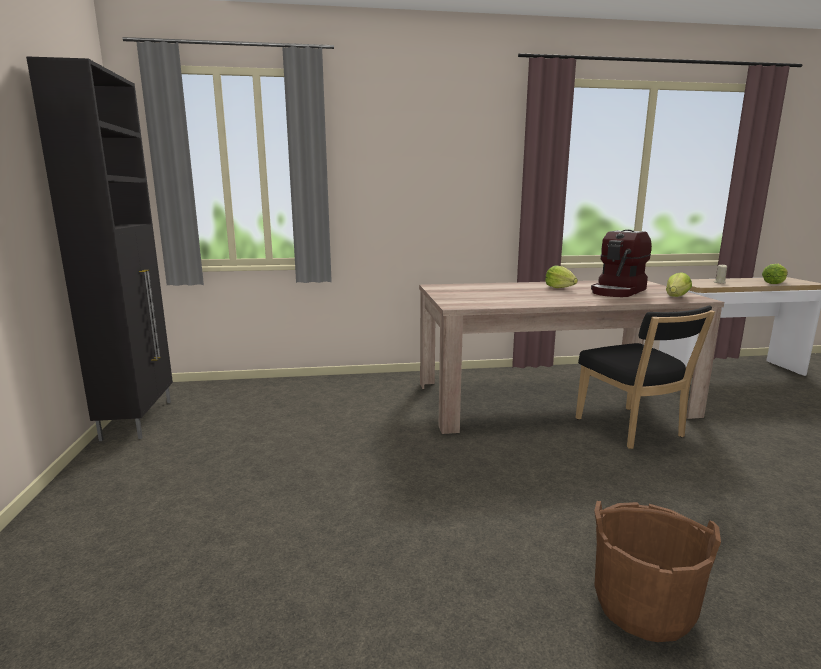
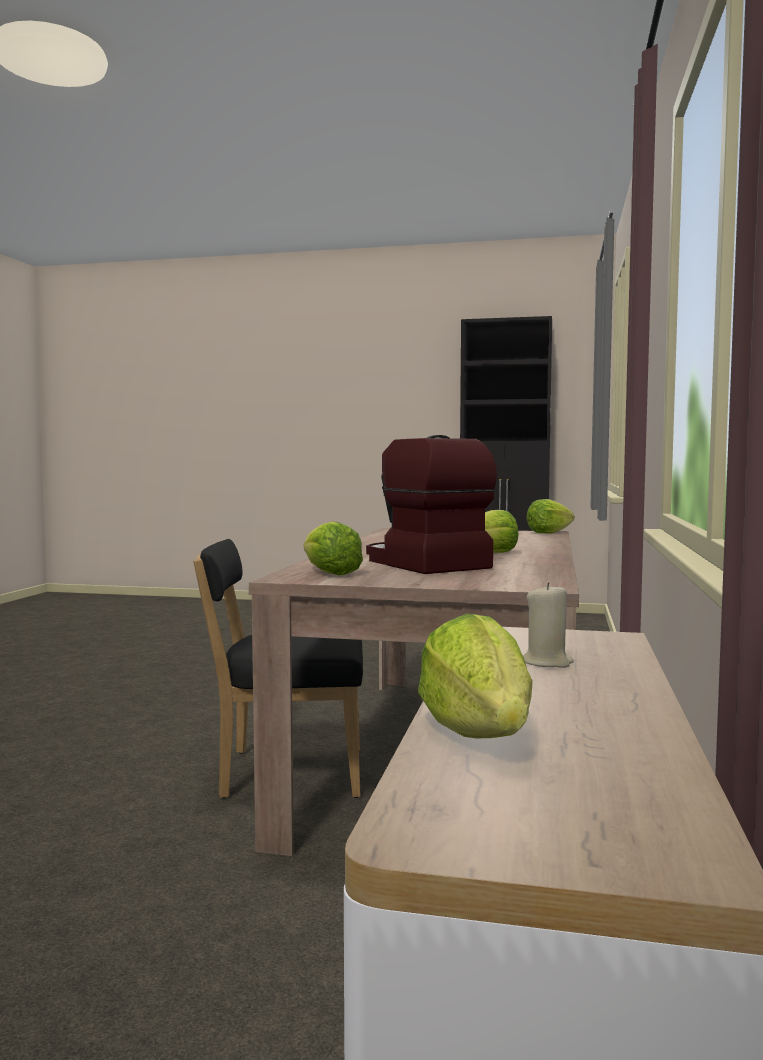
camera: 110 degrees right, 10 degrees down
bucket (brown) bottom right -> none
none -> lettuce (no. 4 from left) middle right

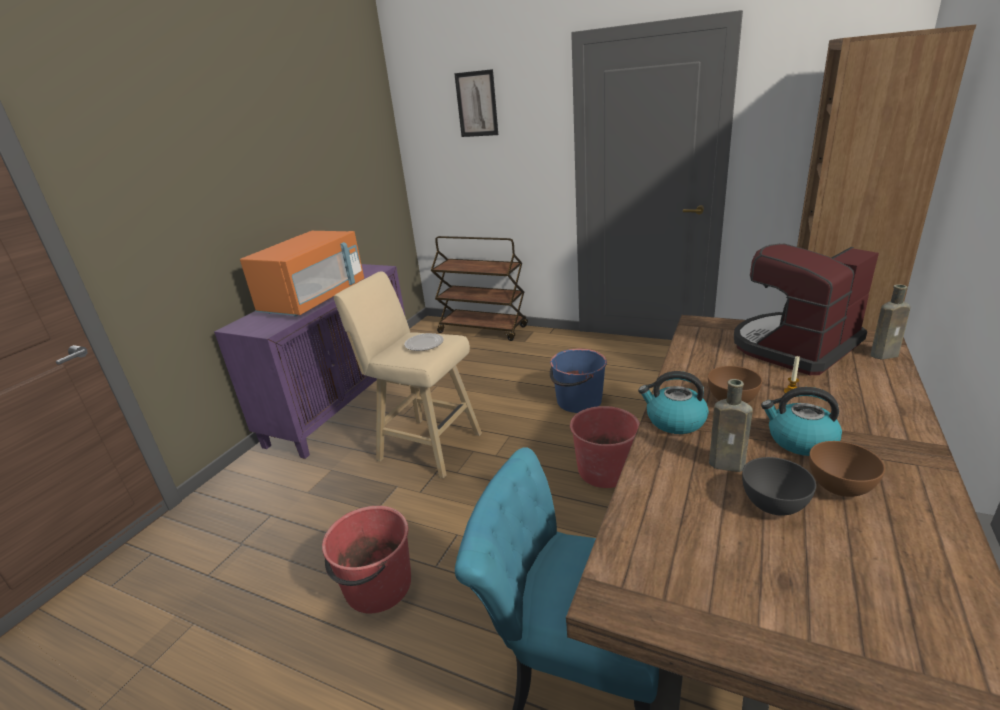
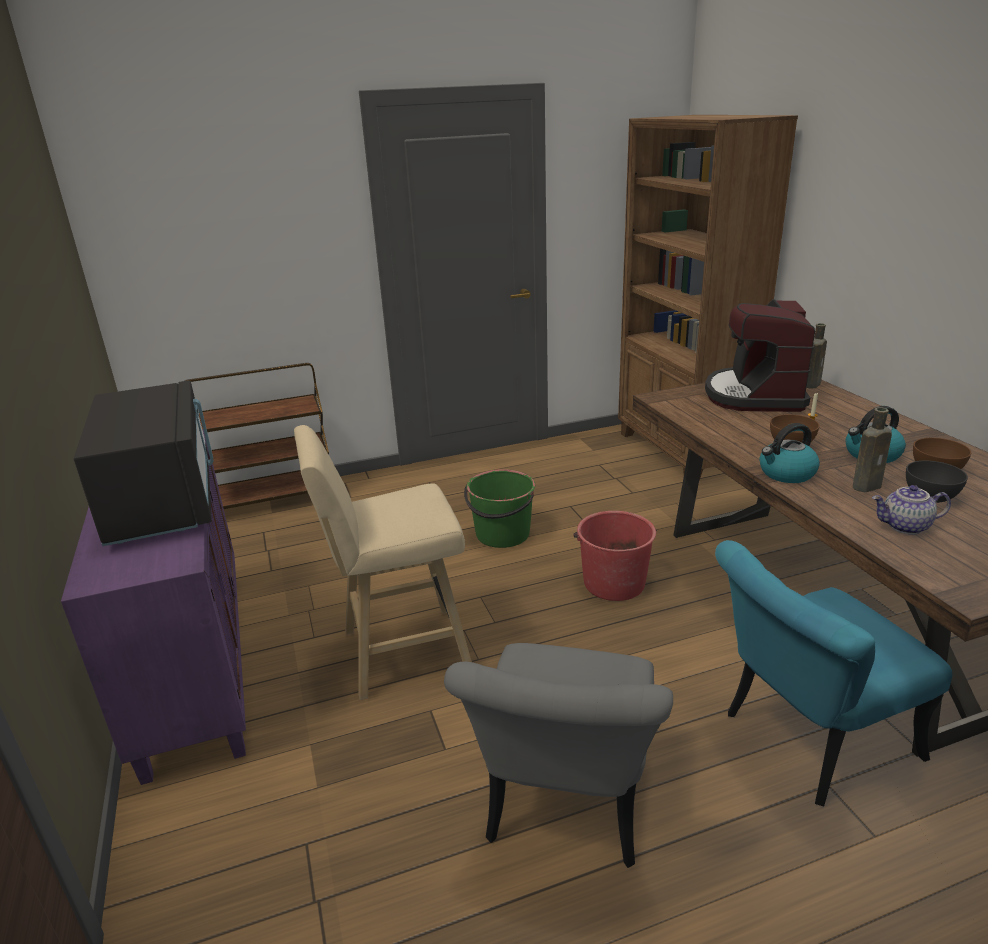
camera: 45 degrees left, 0 degrees up
plate centre -> none
picture top centre -> none
none -> teapot middle right
bucket (red) (no. 1 from left) bottom centre -> chair (grey) bottom centre
microwave (orange) middle left -> microwave (black) middle left
bucket (blue) centre -> bucket (green) centre

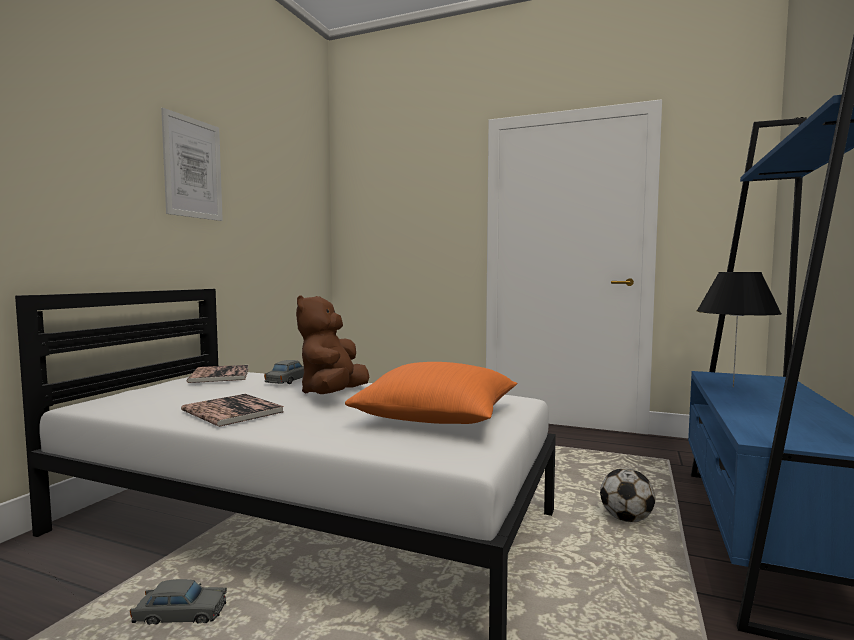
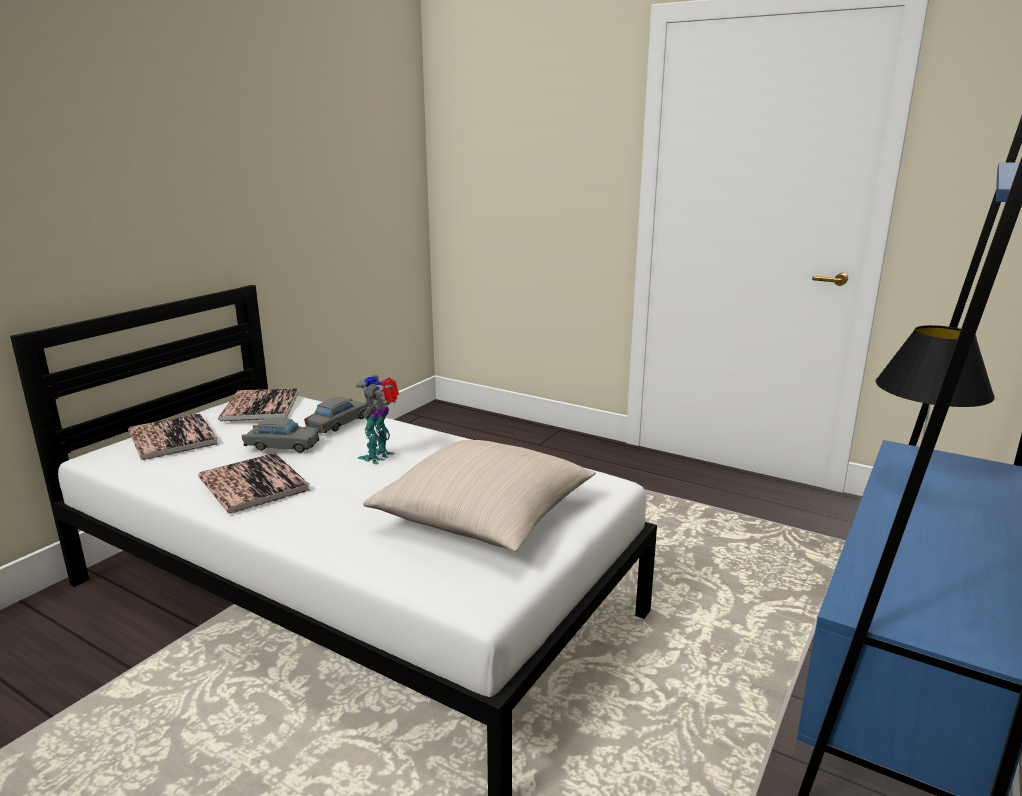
camera: 10 degrees right, 15 degrees up
picture top left -> none
football bottom right -> none
none -> book (no. 1 from left) middle left
toy car (grey) (no. 1 from left) bottom left -> toy car (grey) (no. 1 from left) middle left, shifted
plush toy (brown) centre -> toy robot centre
pillow (orange) centre -> pillow (beige) centre

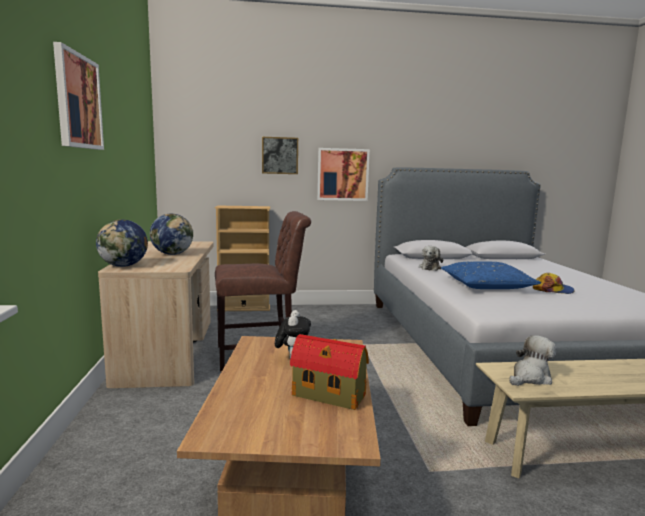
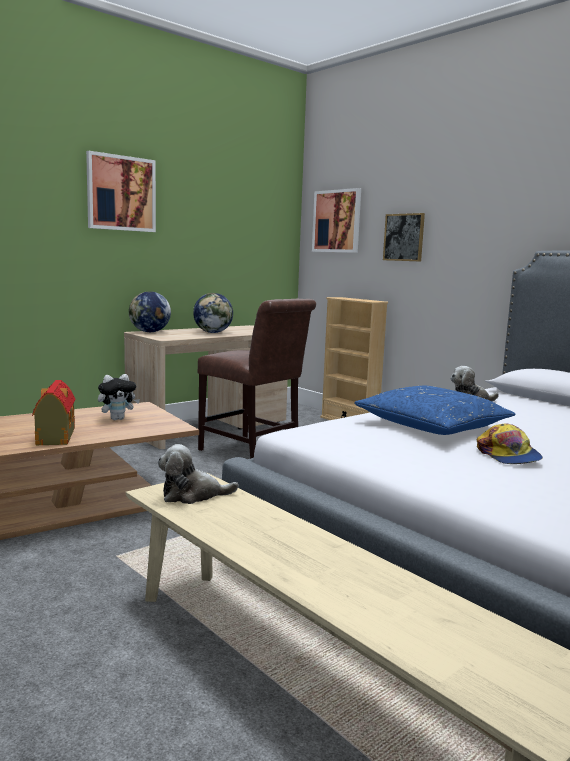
camera: 55 degrees right, 0 degrees up
picture (no. 3 from left in the first image) centre -> picture (no. 2 from left) top centre, shifted
plush toy (no. 3 from left in the first image) bottom right -> plush toy (no. 2 from left) centre, 150 degrees clockwise

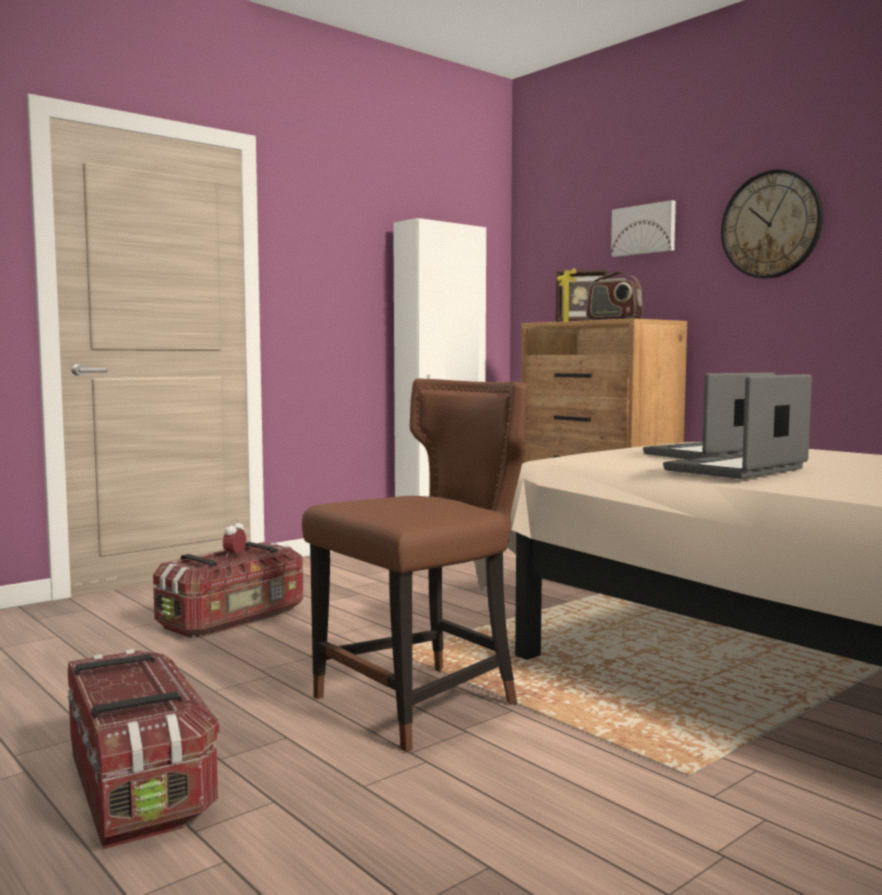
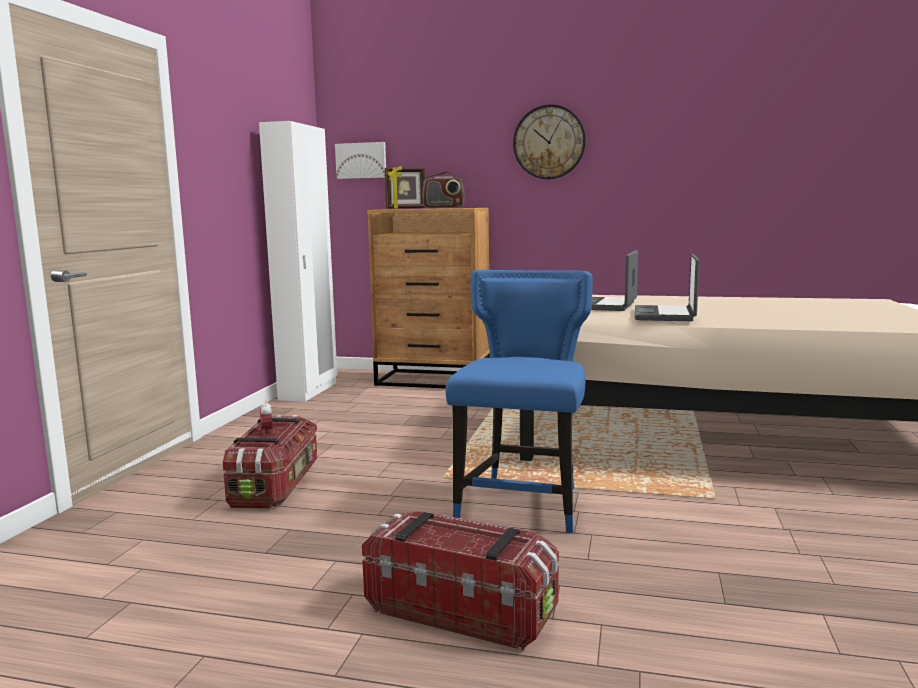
camera: 35 degrees left, 5 degrees up
picture top right -> picture top centre, shifted
chair (brown) centre -> chair (blue) centre

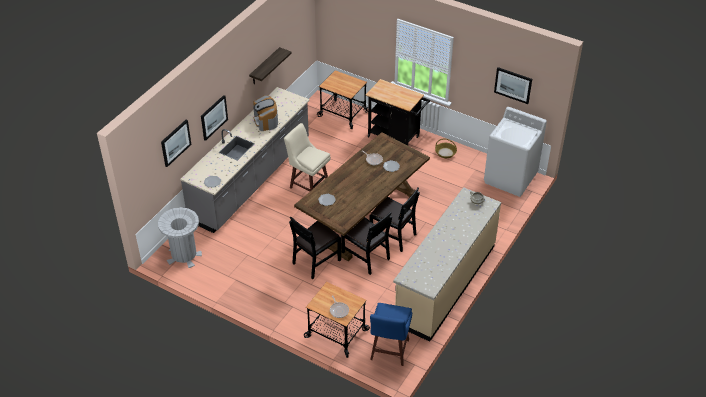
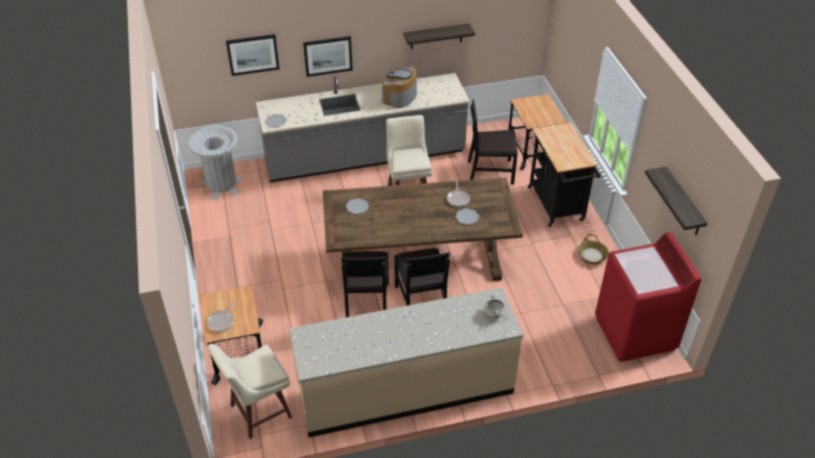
camera: 45 degrees right, 0 degrees up
chair (black) (no. 1 from left in the first image) centre -> chair (black) (no. 3 from left) top centre, shifted
picture (no. 3 from left) top right -> shelf (no. 2 from left) middle right
stool (blue) bottom centre -> stool (beige) (no. 1 from left) bottom left
washing machine (white) middle right -> washing machine (red) middle right

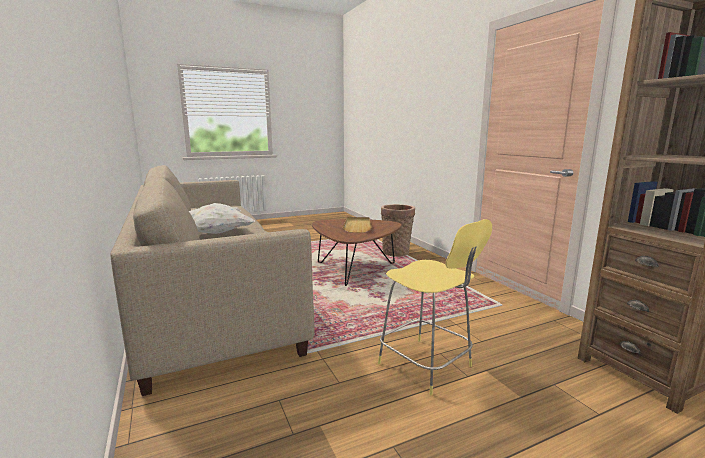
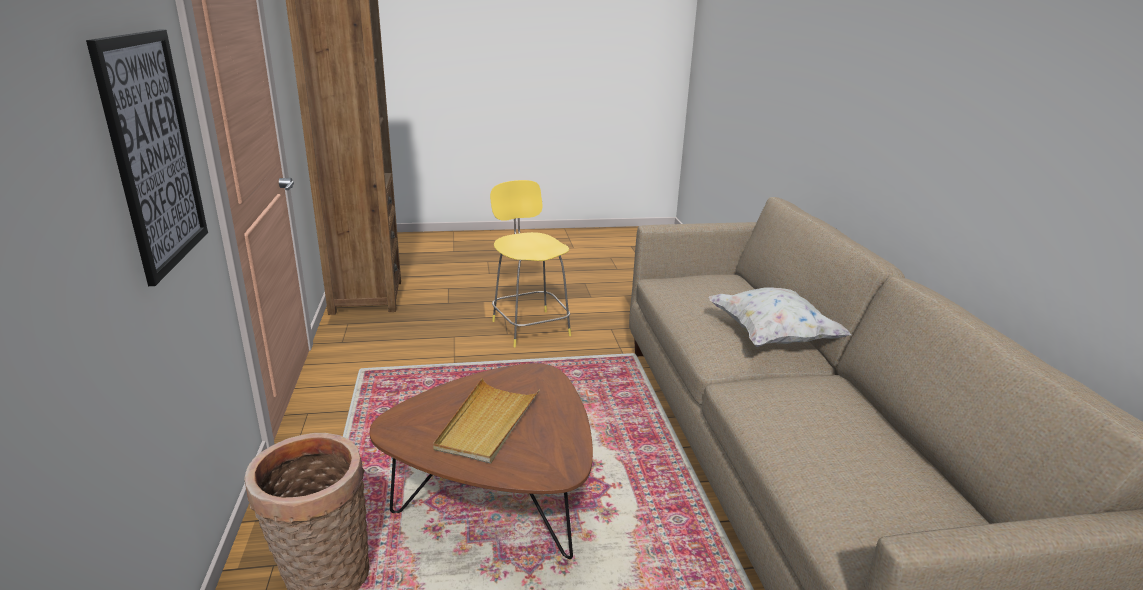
camera: 165 degrees left, 10 degrees up
none -> picture top left

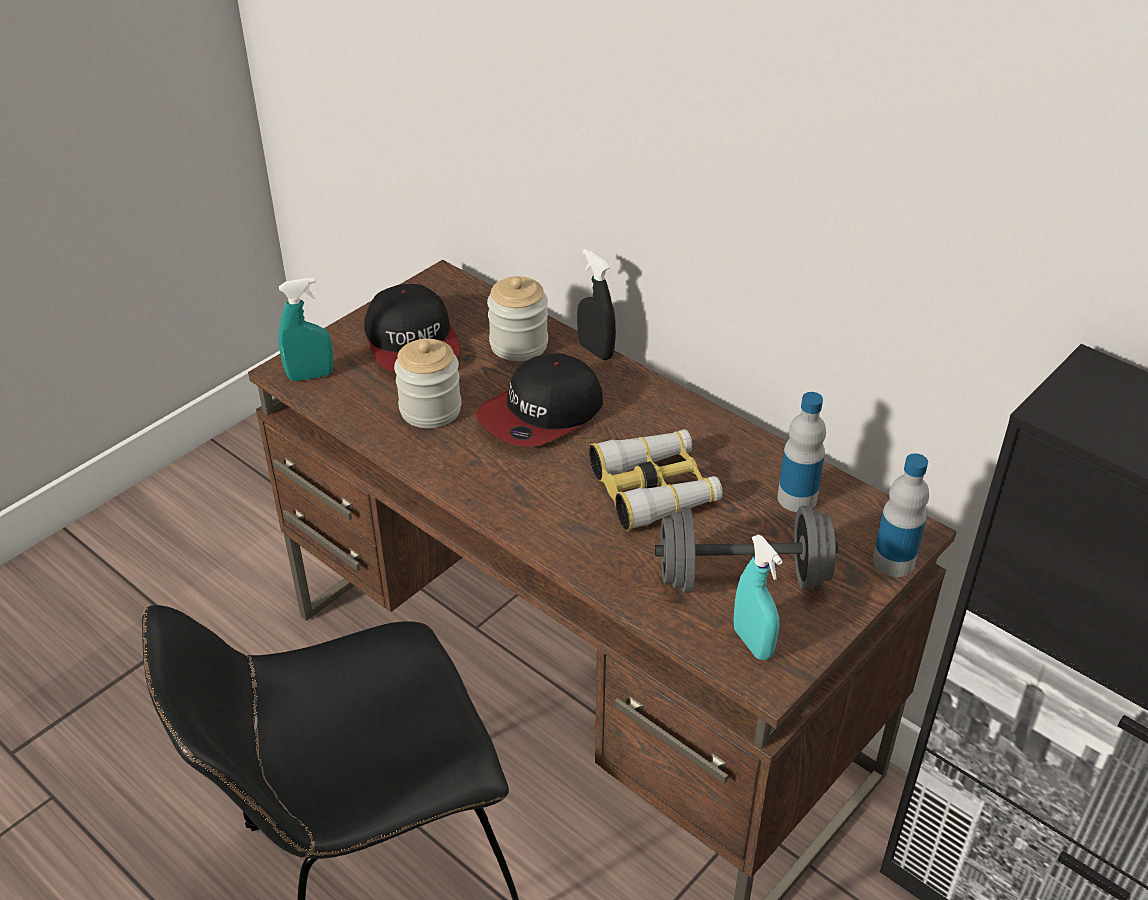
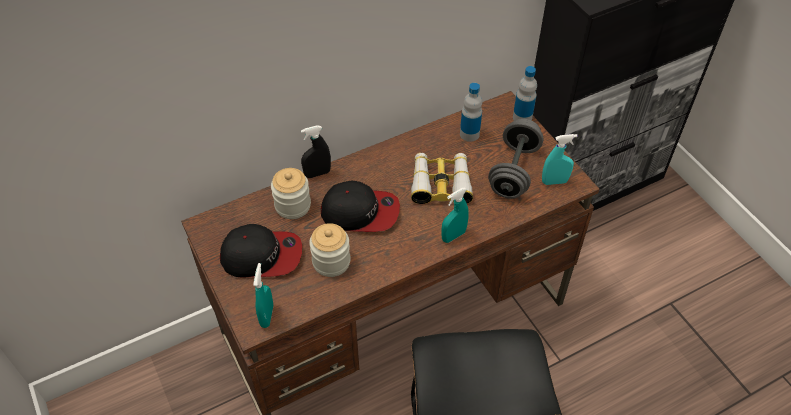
camera: 70 degrees left, 10 degrees up
none -> spray bottle (turquoise) (no. 2 from left) centre
cap (no. 2 from left) centre, 60 degrees counterclockwise

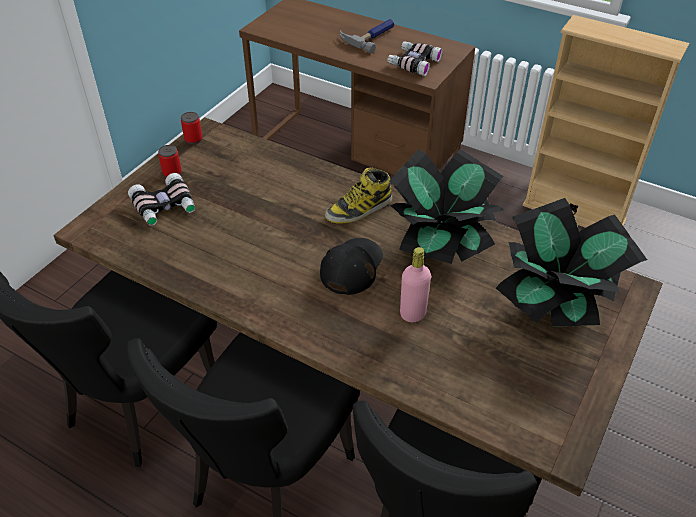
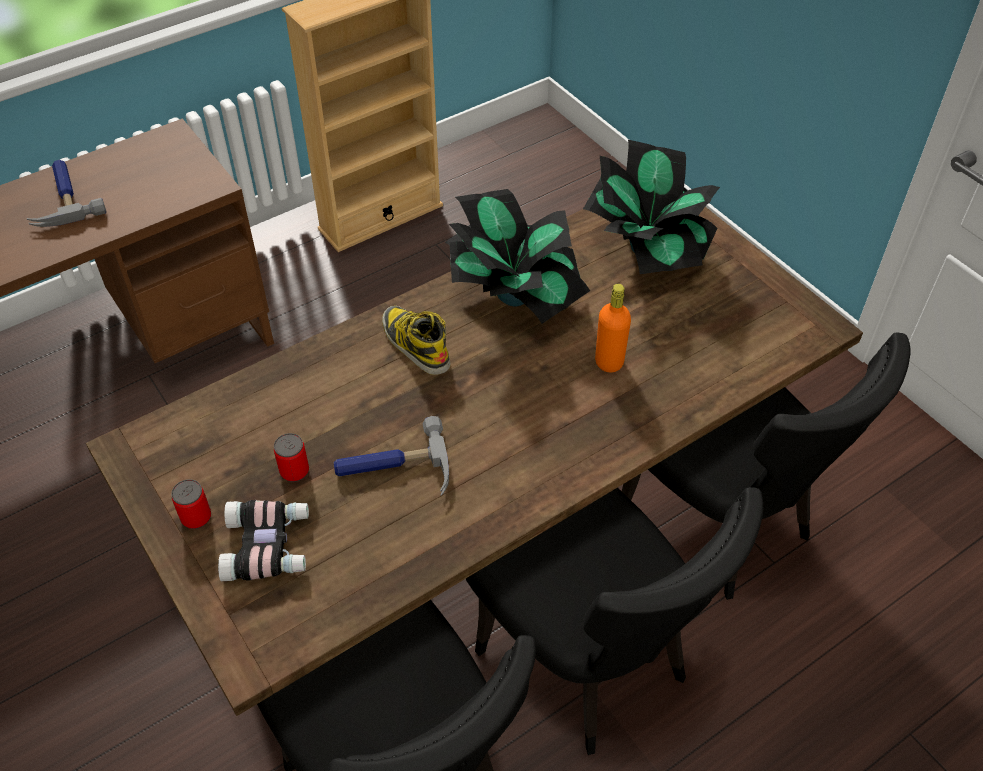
camera: 65 degrees left, 5 degrees up
cap (black) centre -> none
binoculars (no. 2 from left) top centre -> none
none -> hammer (no. 2 from left) centre
can (no. 2 from left) top left -> can (no. 2 from left) middle left, shifted
bottle (pink) centre -> bottle (orange) centre
boot centre, 150 degrees clockwise

